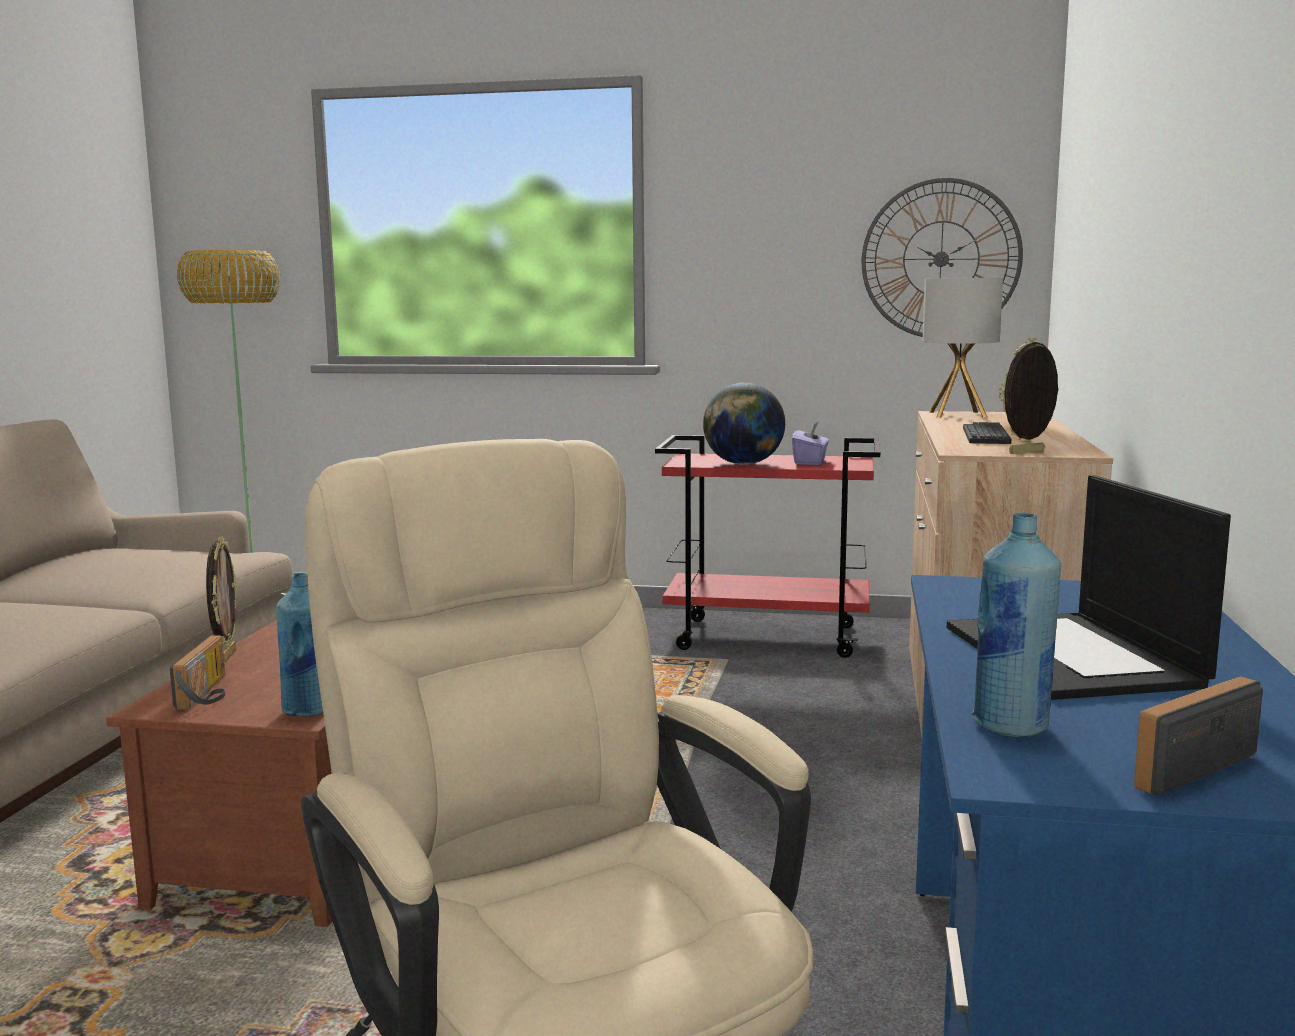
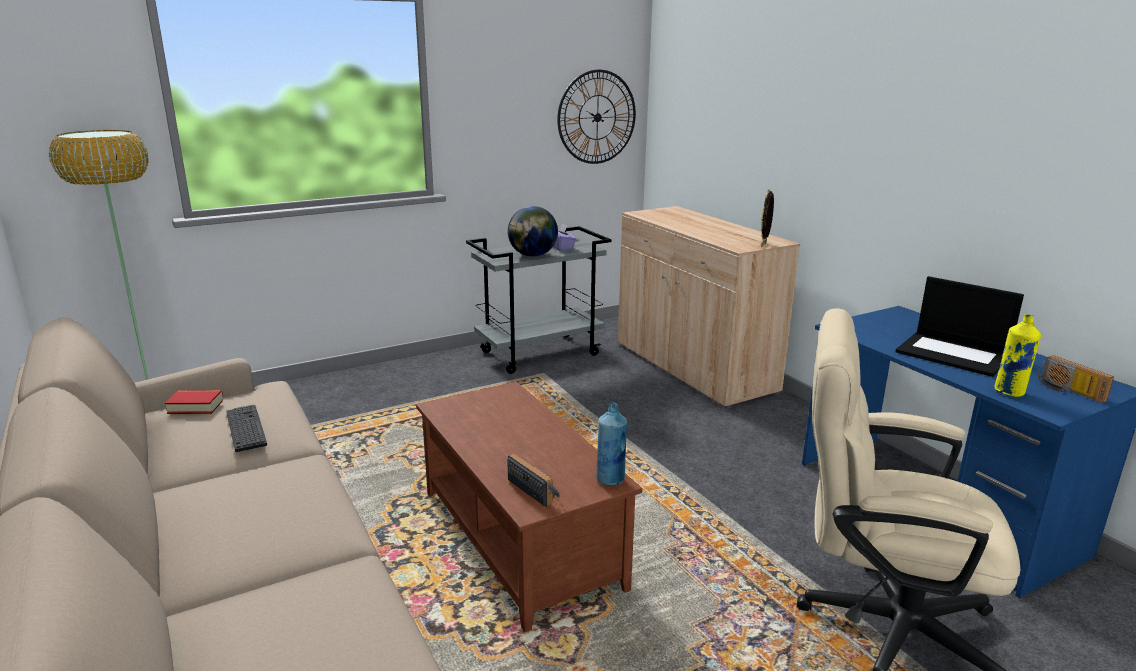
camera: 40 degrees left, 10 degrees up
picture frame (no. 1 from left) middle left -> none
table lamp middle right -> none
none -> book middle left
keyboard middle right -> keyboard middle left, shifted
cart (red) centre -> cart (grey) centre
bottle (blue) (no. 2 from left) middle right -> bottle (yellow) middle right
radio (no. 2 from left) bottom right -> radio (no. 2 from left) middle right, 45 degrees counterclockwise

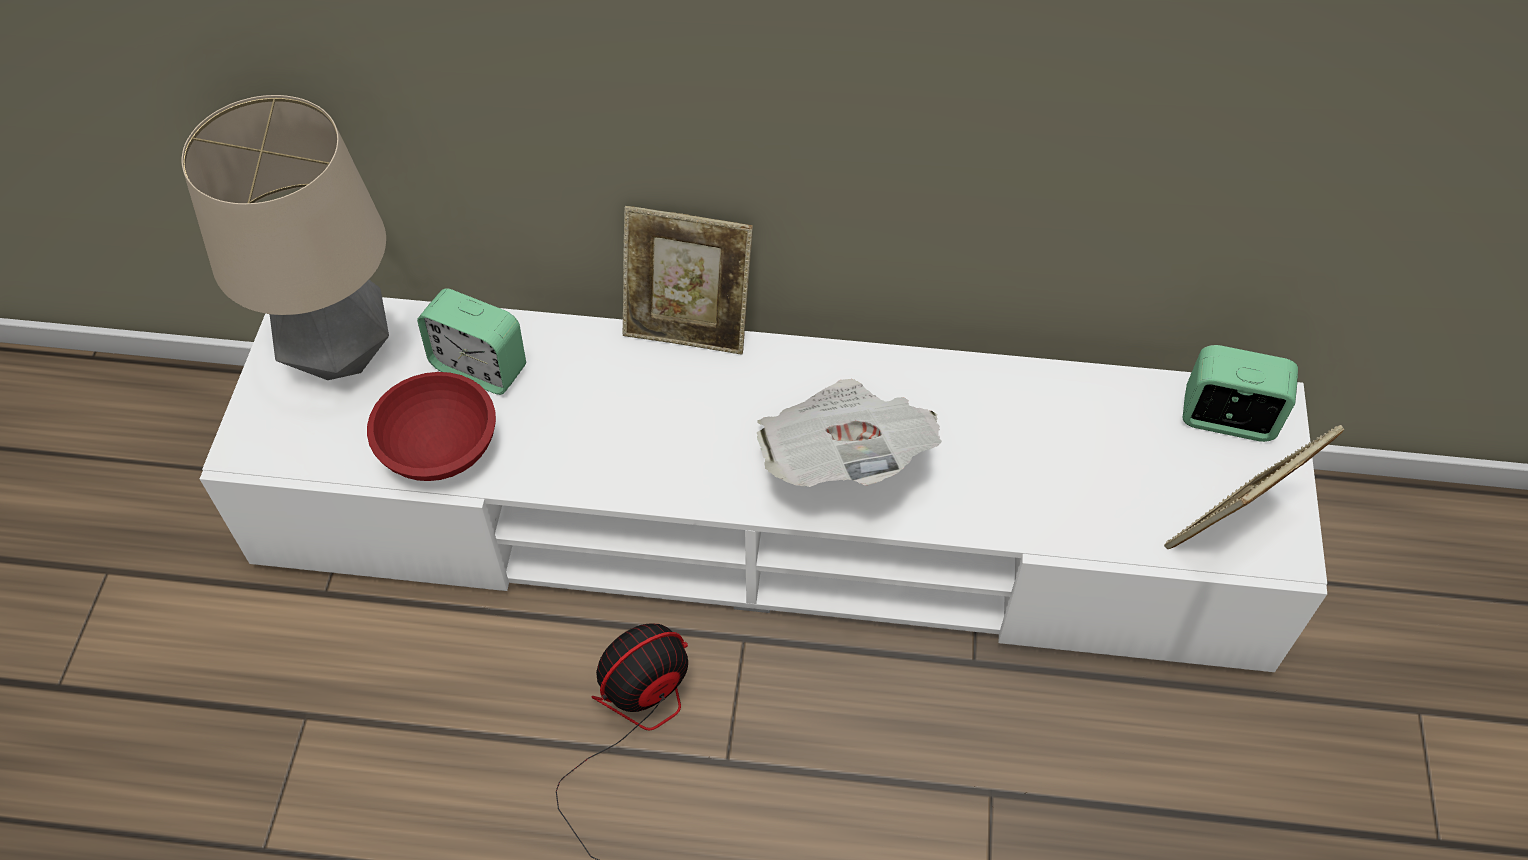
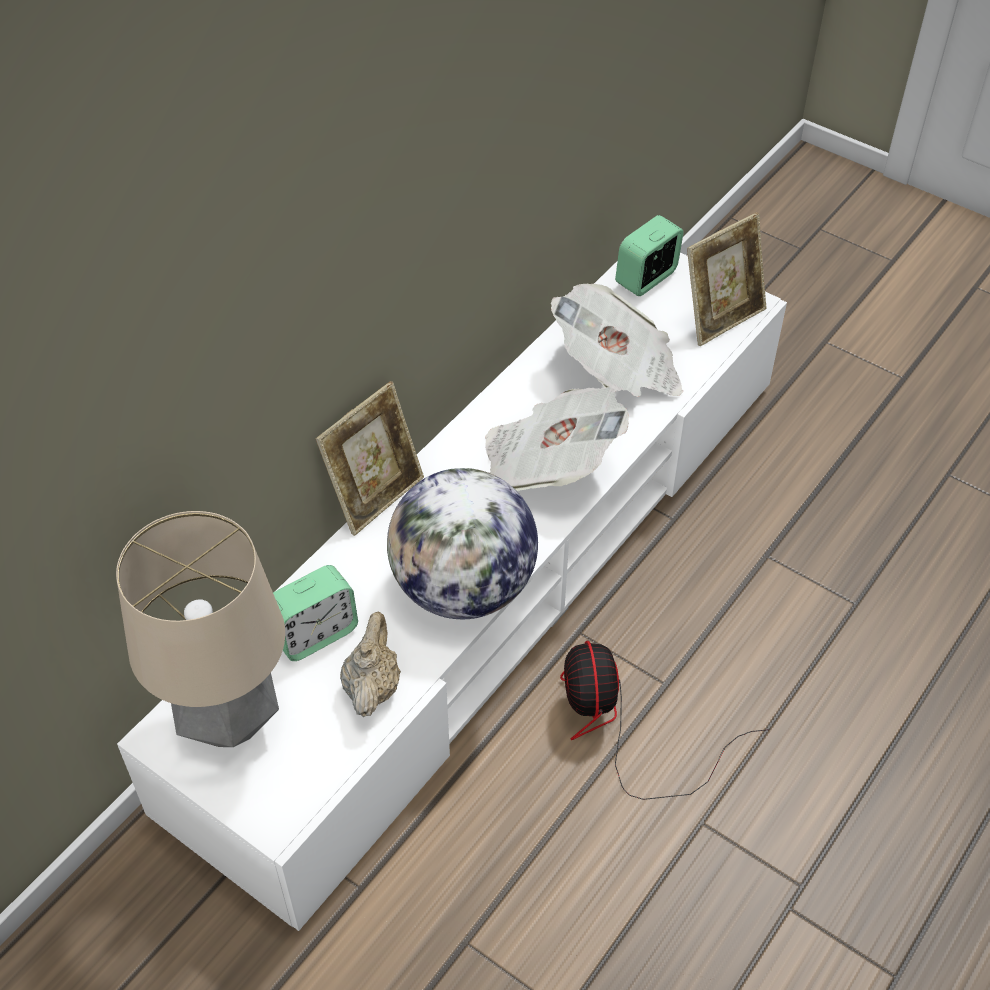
camera: 60 degrees left, 5 degrees down
none -> globe centre
none -> newspaper (no. 2 from left) centre
bowl (red) middle left -> teapot (beige) bottom centre
picture frame (no. 2 from left) middle right -> picture frame (no. 2 from left) top right, 120 degrees counterclockwise

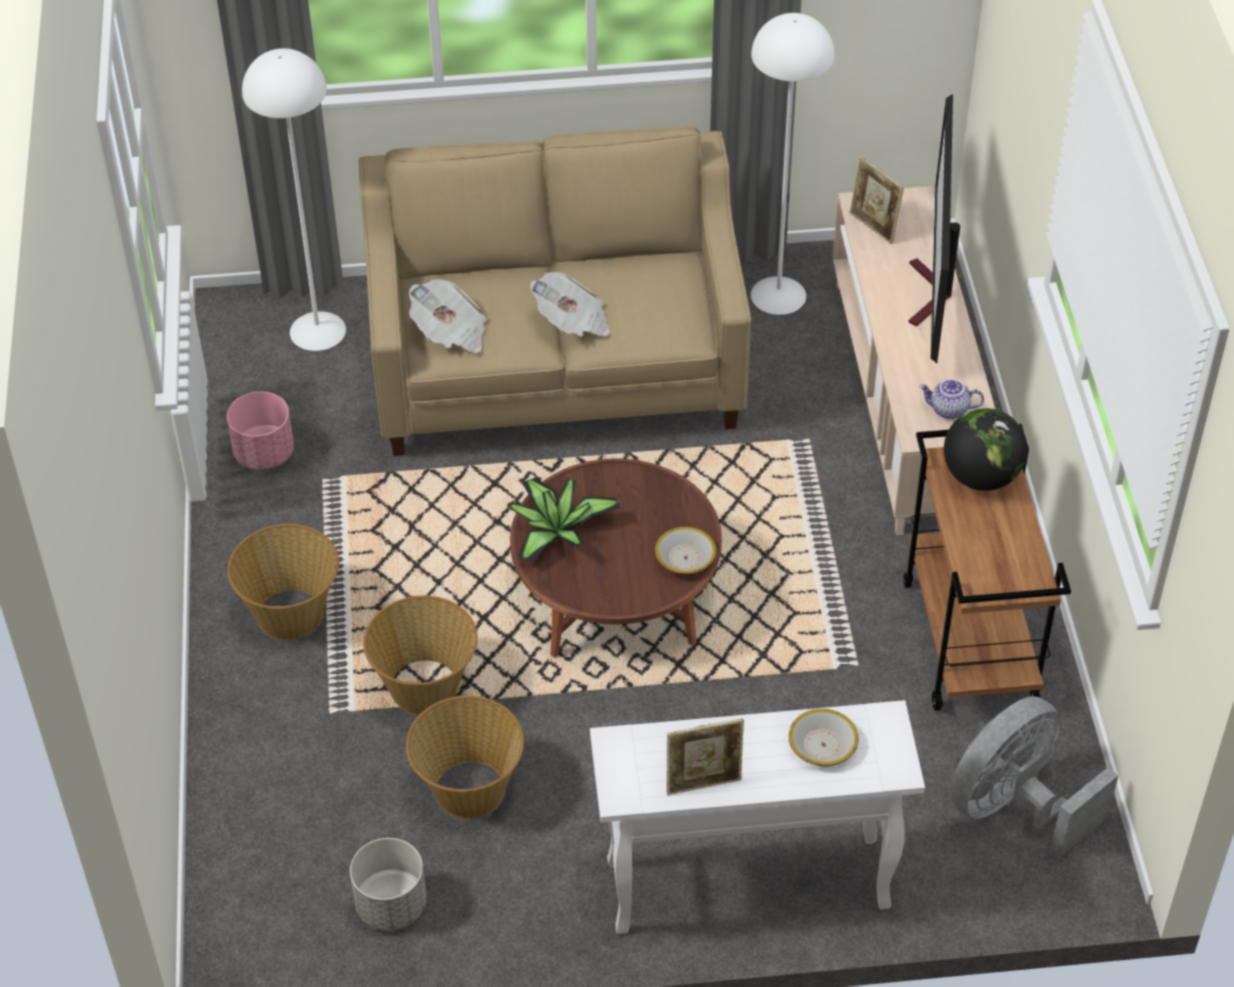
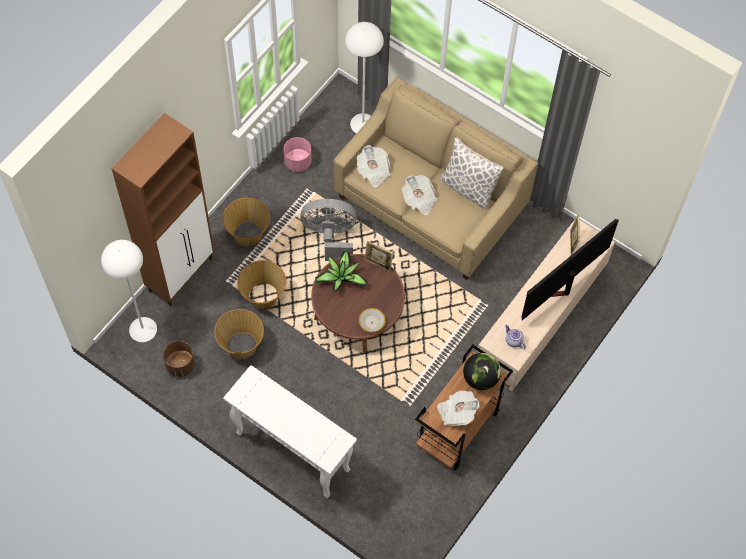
camera: 40 degrees right, 15 degrees up
bowl (no. 2 from left) bottom right -> none
none -> cabinet (brown) middle left
none -> newspaper (no. 3 from left) bottom centre
none -> pillow top centre
picture frame (no. 1 from left) bottom centre -> picture frame (no. 1 from left) centre, shifted
floor lamp (white) (no. 2 from left in the first image) top centre -> floor lamp (white) (no. 1 from left) middle left, shifted
fan (grey) bottom right -> fan (grey) centre, shifted
planter (grey) bottom left -> planter (brown) middle left

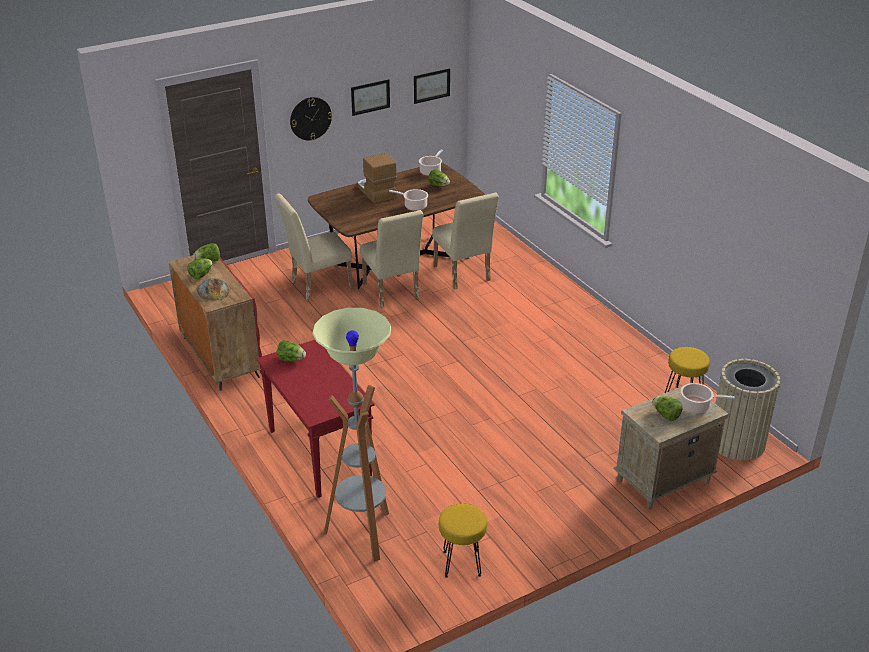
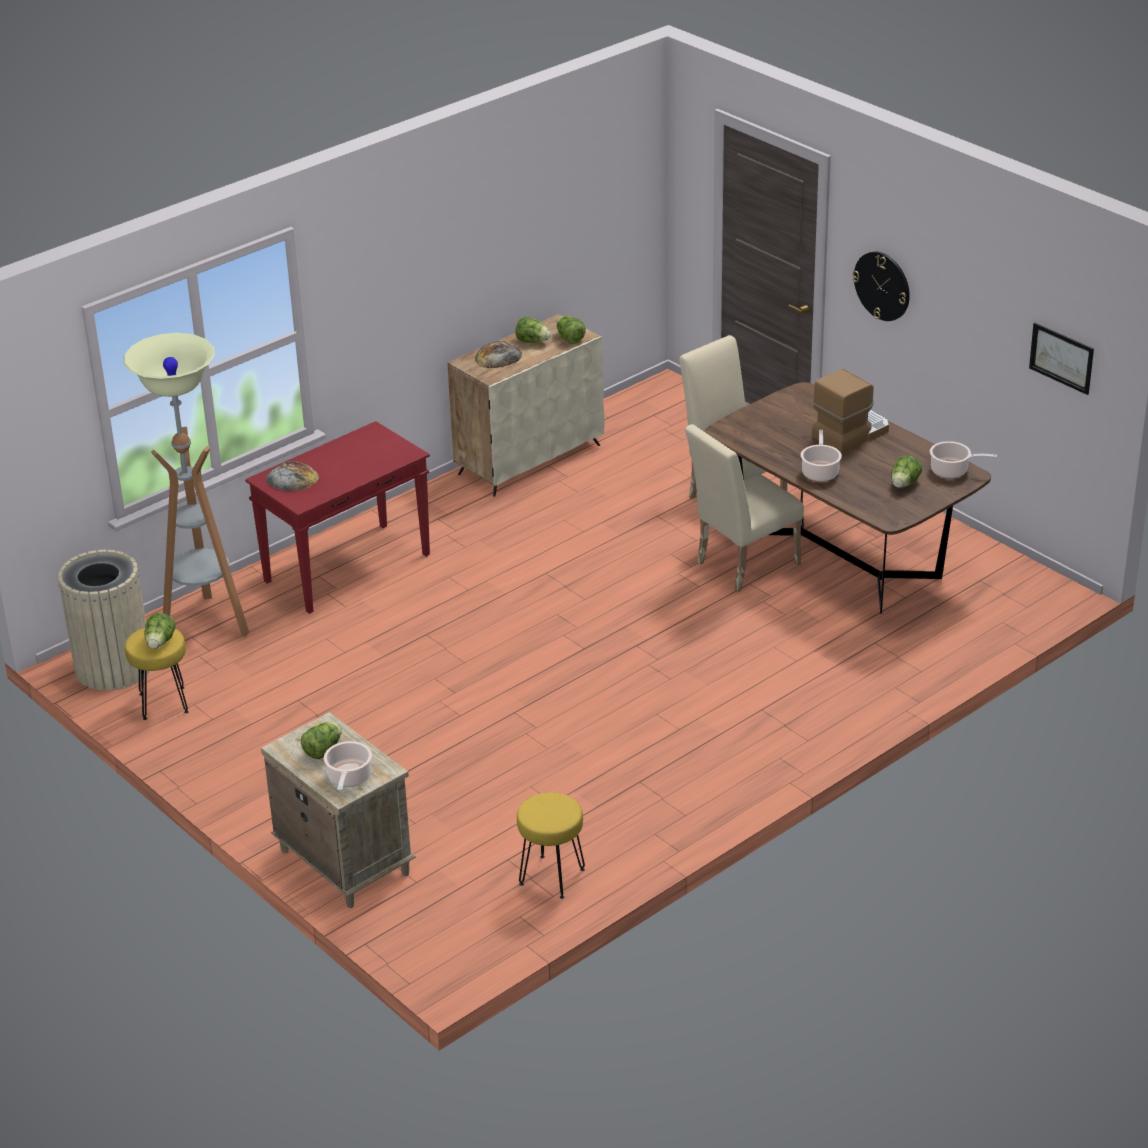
camera: 80 degrees right, 0 degrees up
picture (no. 1 from left) top centre -> none
chair (beige) (no. 3 from left) centre -> none
none -> bread (no. 1 from left) middle left
lettuce (no. 3 from left in the first image) centre -> lettuce (no. 1 from left) middle left, shifted
trash can (beige) middle right -> trash can (beige) middle left, shifted
cabinet (red) middle left -> cabinet (beige) centre

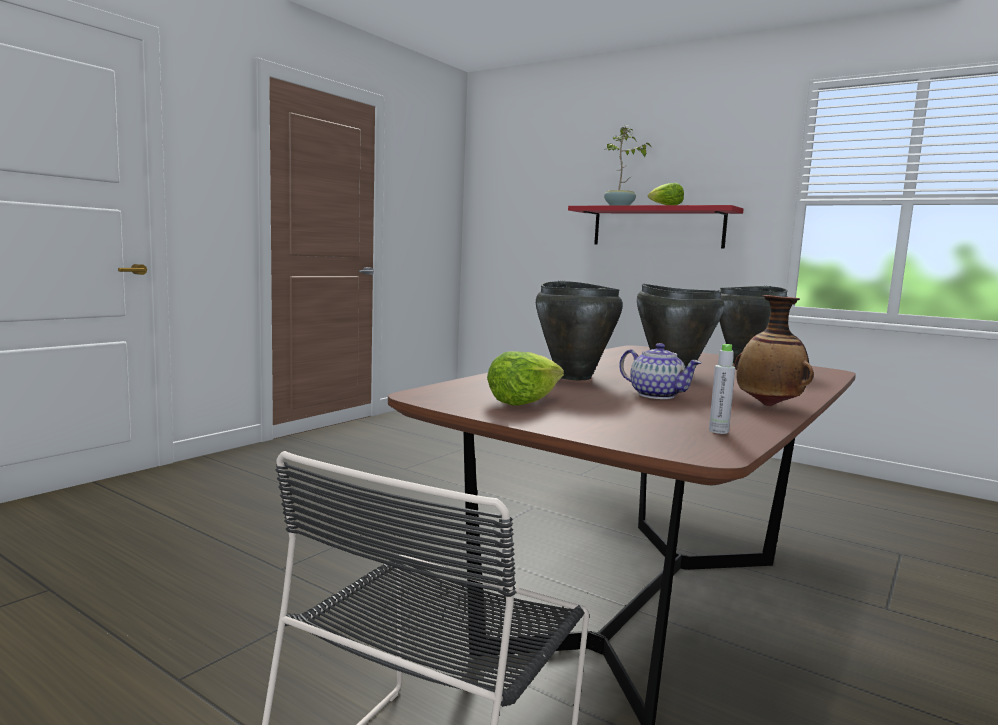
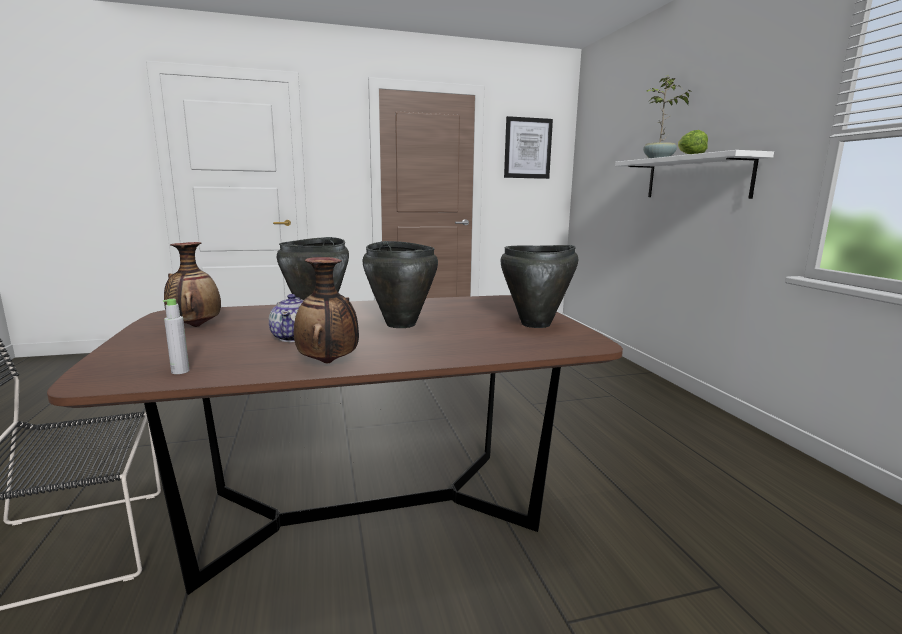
camera: 40 degrees right, 5 degrees up
none -> picture top centre
lettuce (no. 1 from left) centre -> vase (no. 1 from left) middle left
shelf (red) top centre -> shelf (white) top right

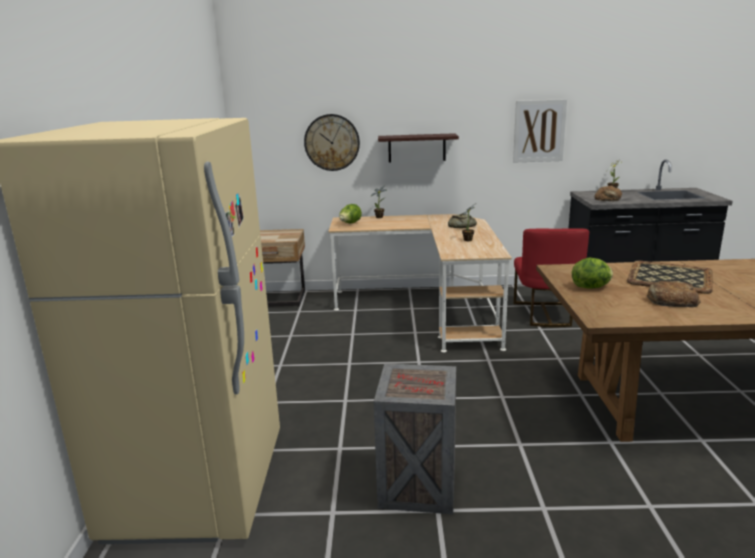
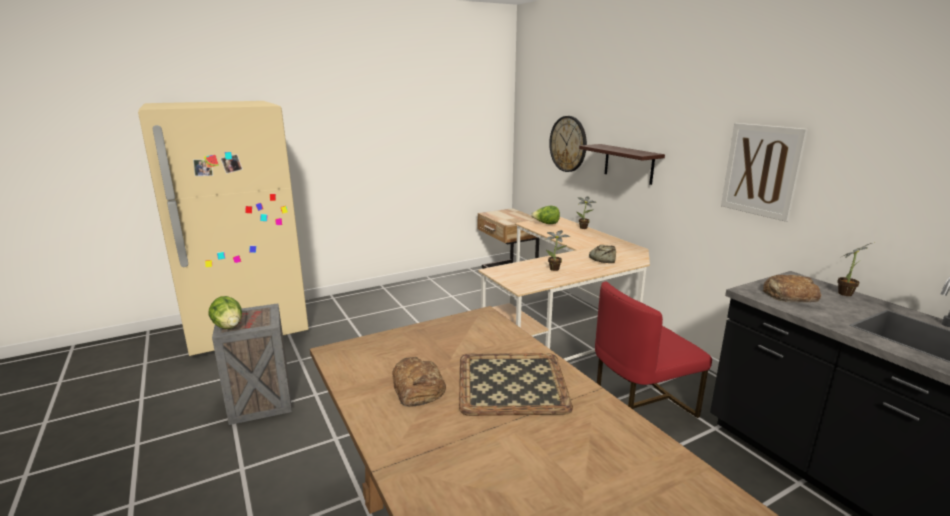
camera: 60 degrees right, 0 degrees up
lettuce (no. 2 from left in the first image) middle right -> lettuce (no. 1 from left) middle left, shifted

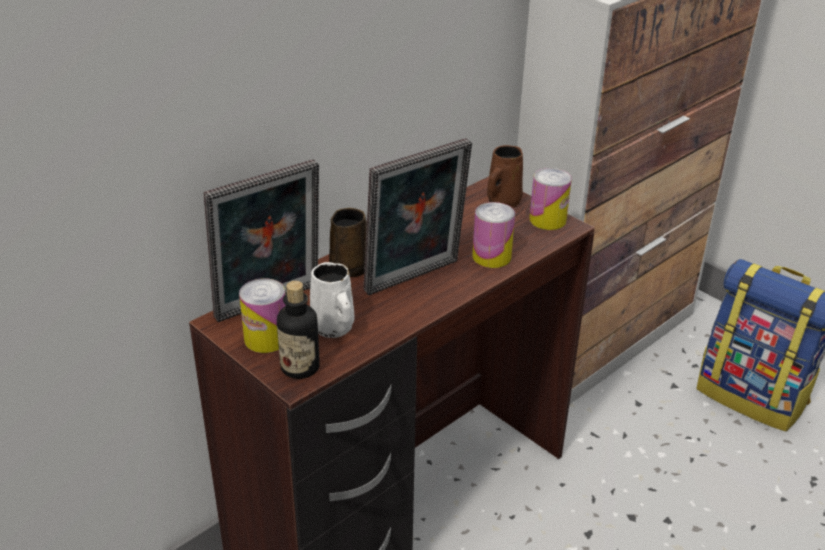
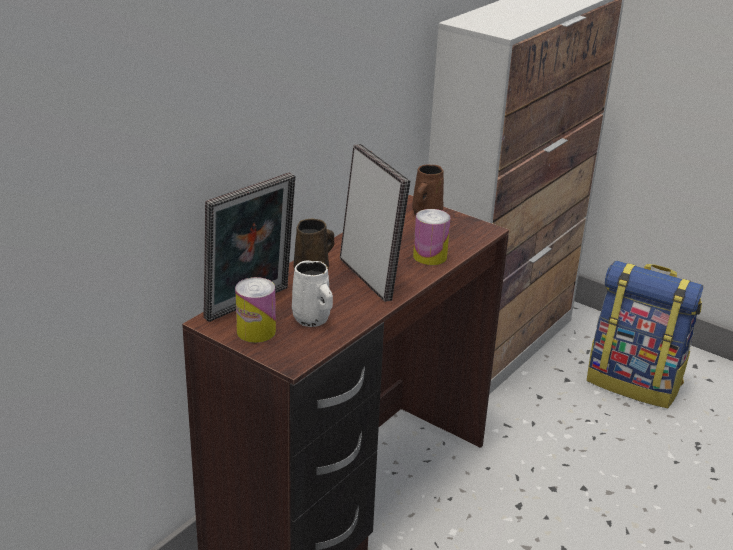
camera: 10 degrees left, 5 degrees down
bottle centre -> none
can (no. 3 from left) middle right -> none
picture frame (no. 2 from left) centre, 75 degrees counterclockwise

